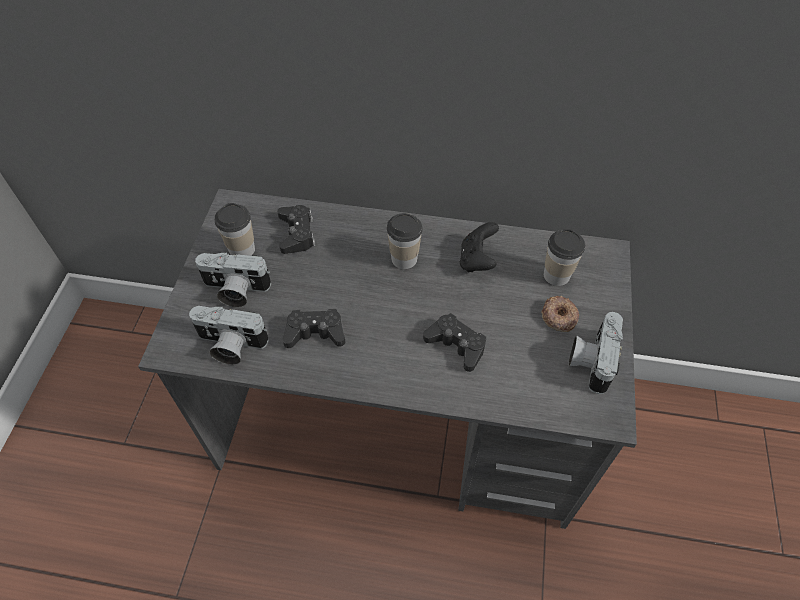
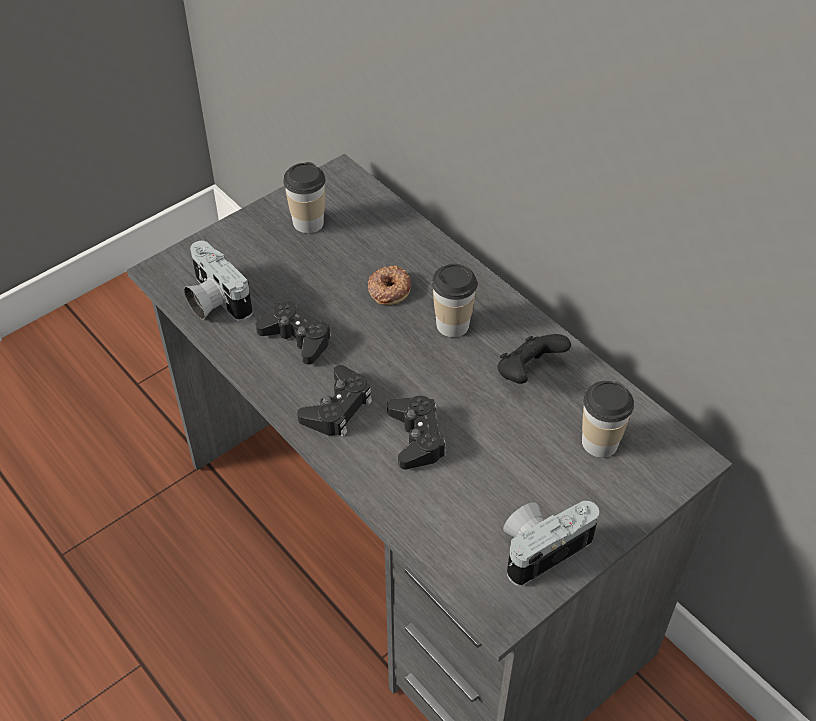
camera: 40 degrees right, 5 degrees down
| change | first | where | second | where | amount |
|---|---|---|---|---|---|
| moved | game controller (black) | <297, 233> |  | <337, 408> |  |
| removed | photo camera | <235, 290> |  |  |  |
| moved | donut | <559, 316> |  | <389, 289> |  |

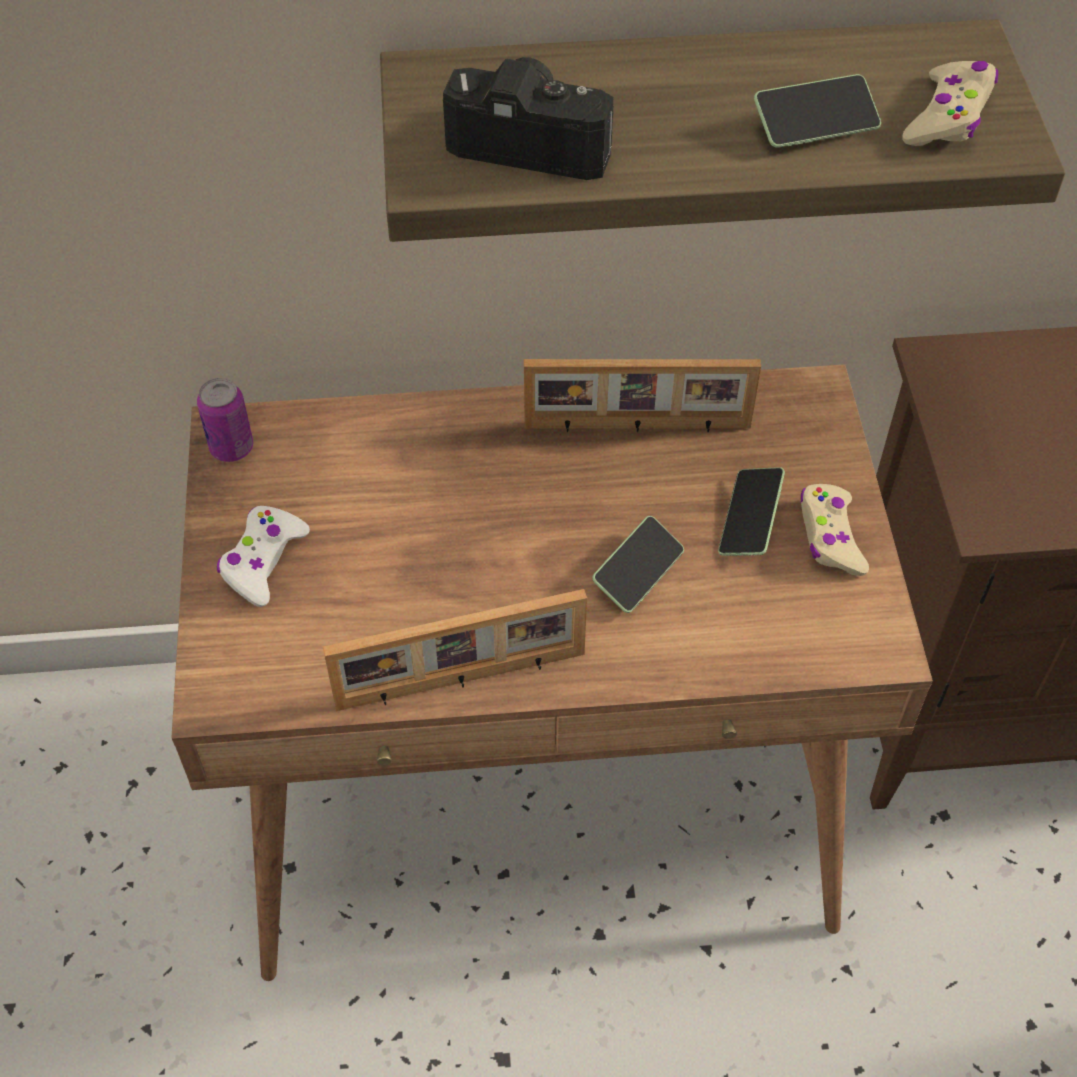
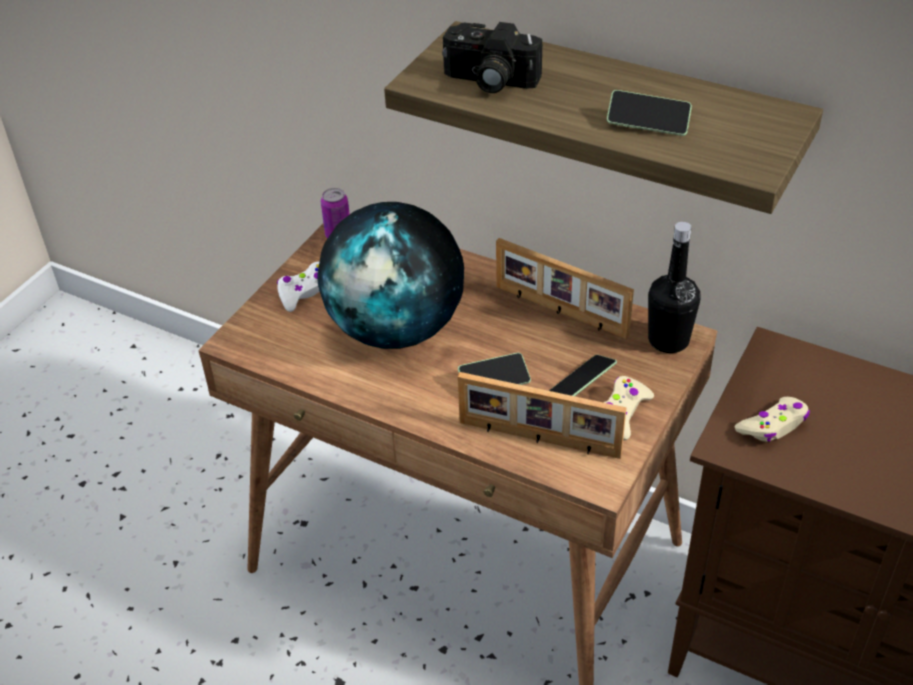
camera: 35 degrees right, 10 degrees down
| change | first | where | second | where | amount |
|---|---|---|---|---|---|
| turned | photo camera | <534, 140> |  | <488, 81> | 150 degrees clockwise |
| moved | game controller (beige) | <948, 116> |  | <773, 426> |  |
| moved | picture frame | <461, 681> |  | <538, 440> |  |
| added |  |  | globe | <396, 329> |  |
| added |  |  | bottle (black) | <668, 340> |  |

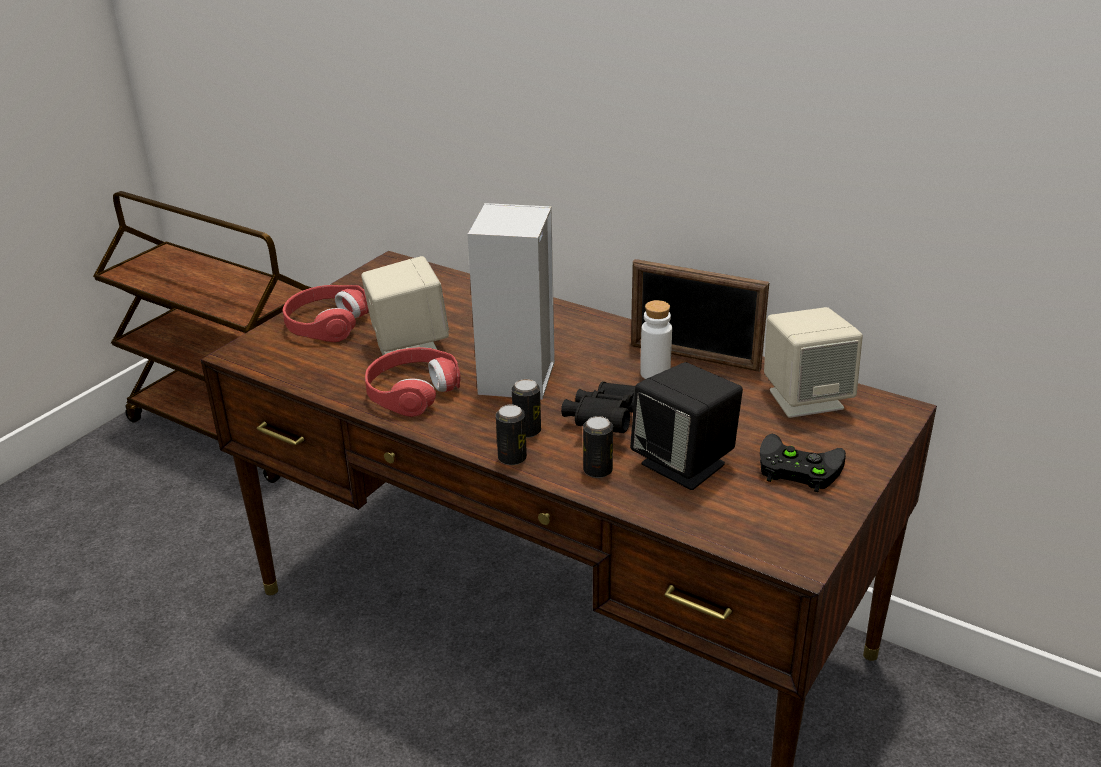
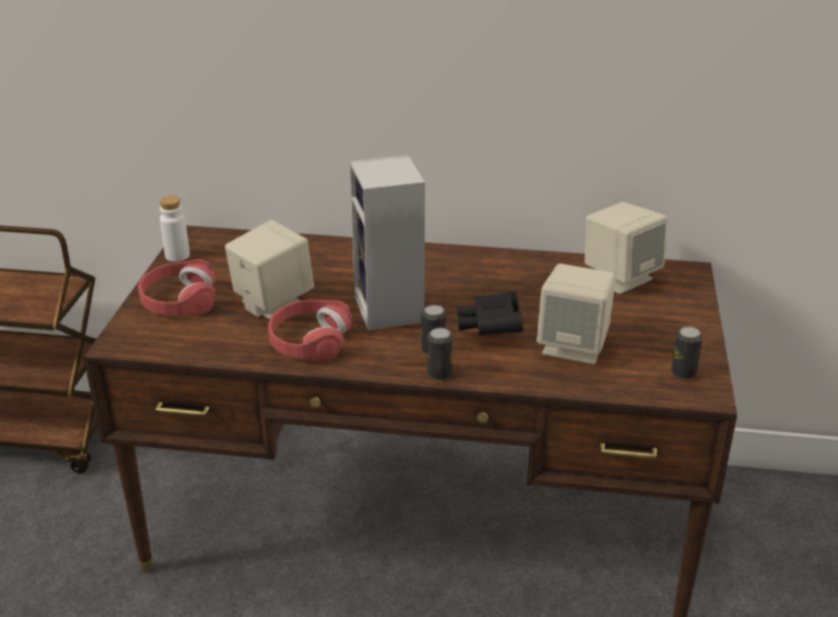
camera: 25 degrees left, 0 degrees up
| change | first | where | second | where | amount |
|---|---|---|---|---|---|
| removed | picture frame | <694, 358> |  |  |  |
| moved | bottle (white) | <655, 373> |  | <177, 256> |  |
| recoloured | speaker (black) | <684, 464> | speaker (beige) | <574, 346> |  |
| moved | can | <598, 470> |  | <683, 373> |  |
| removed | game controller (black) | <795, 468> |  |  |  |

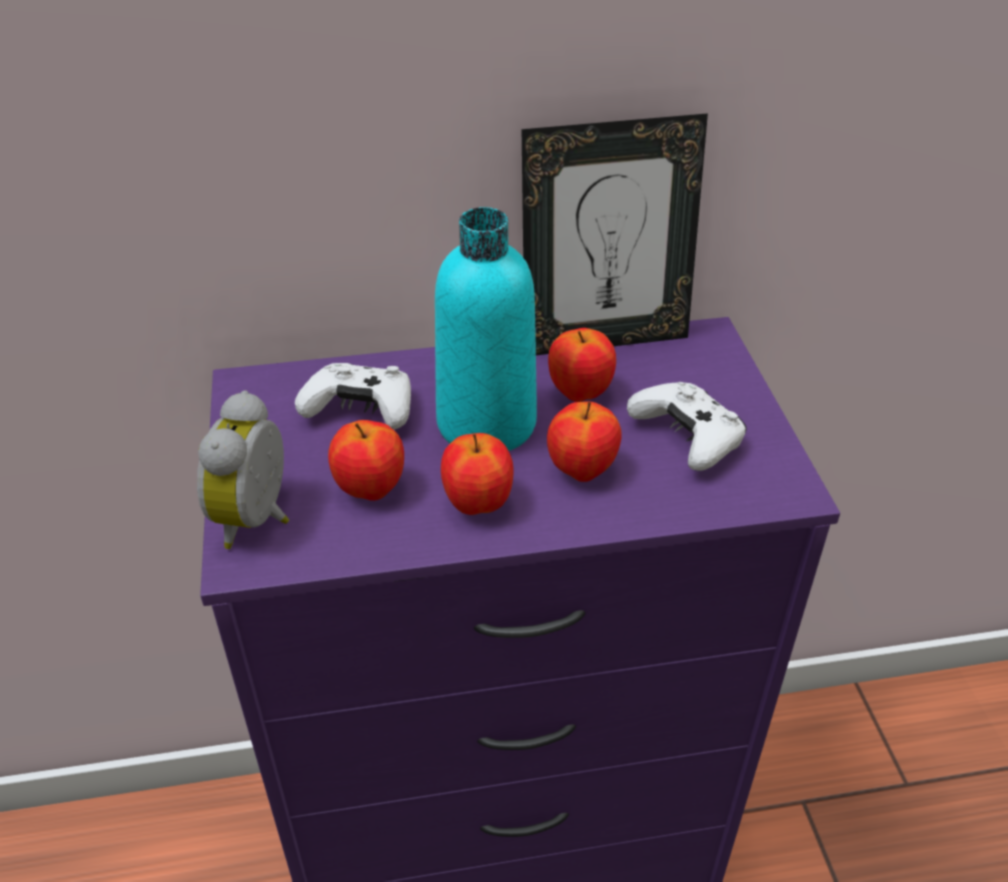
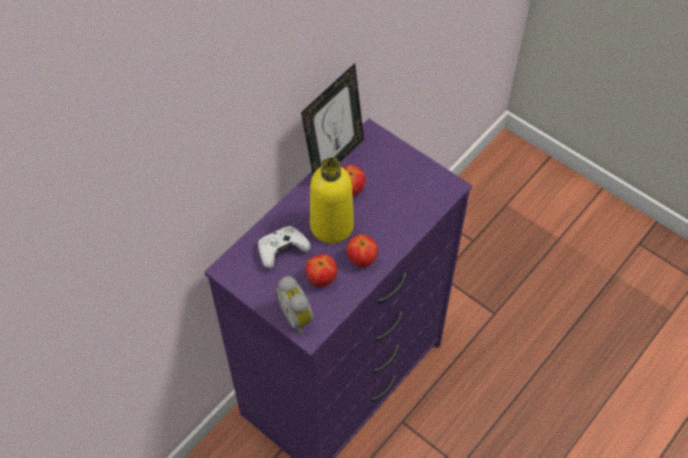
camera: 40 degrees left, 15 degrees up
| change | first | where | second | where | amount |
|---|---|---|---|---|---|
| recoloured | bottle (turquoise) | <486, 423> | bottle (yellow) | <331, 226> |  |
| removed | game controller (white) | <687, 438> |  |  |  |
| removed | apple | <581, 471> |  |  |  |

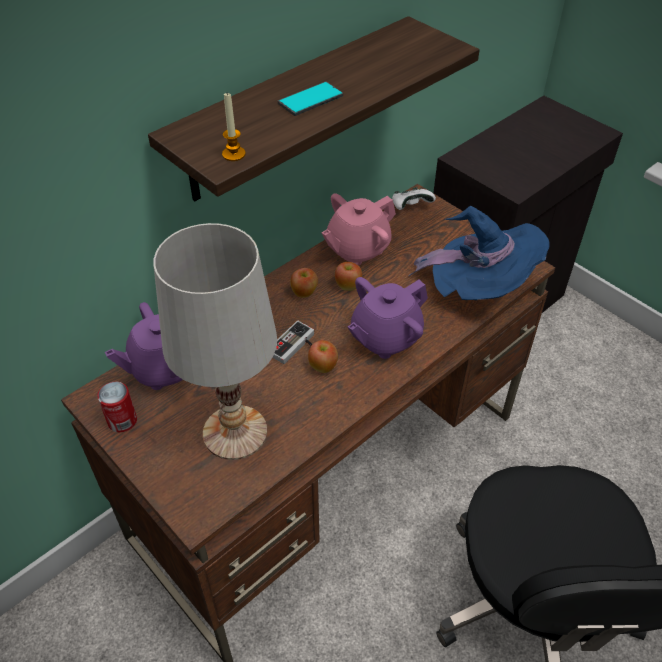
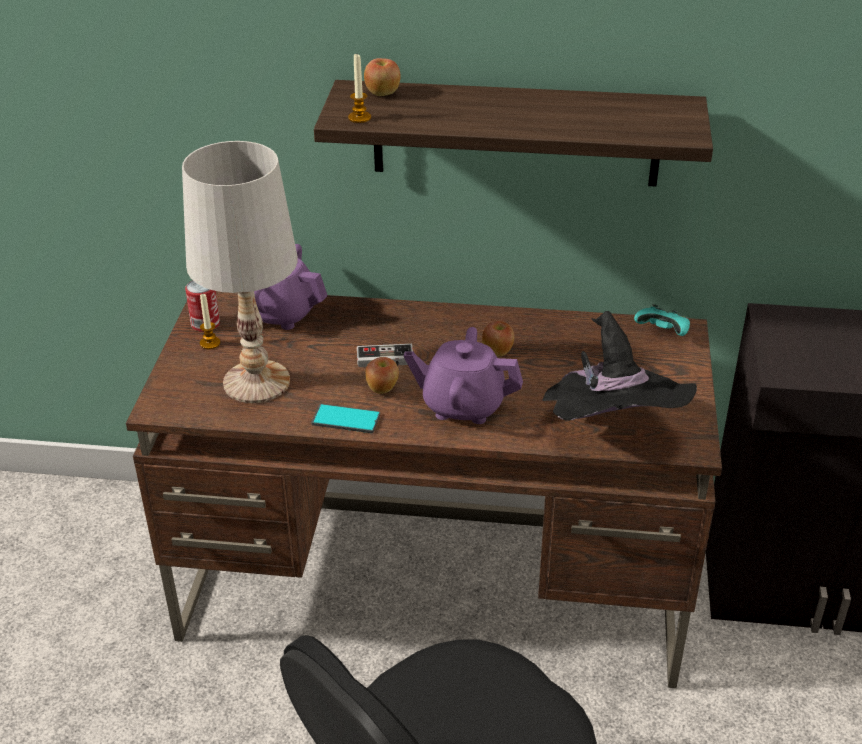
camera: 50 degrees right, 10 degrees down
| change | first | where | second | where | amount |
|---|---|---|---|---|---|
| moved | phone | <310, 100> |  | <346, 419> |  |
| recoloured | game controller (white) | <410, 207> | game controller (turquoise) | <663, 332> |  |
| removed | teapot (pink) | <357, 249> |  |  |  |
| recoloured | hat (blue) | <479, 288> | hat (black) | <610, 430> |  |
| moved | apple | <304, 293> |  | <382, 93> |  |
| added |  |  | candle | <210, 343> |  |

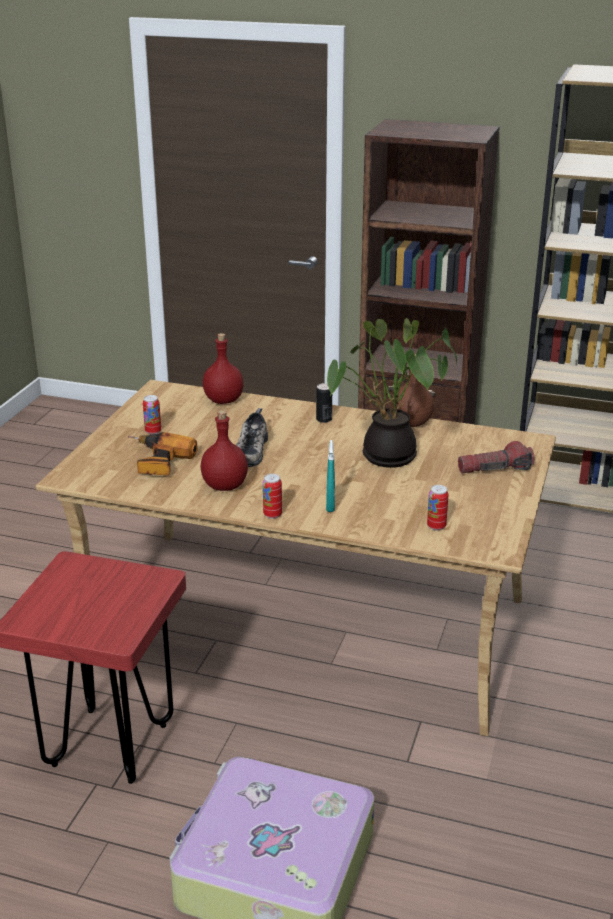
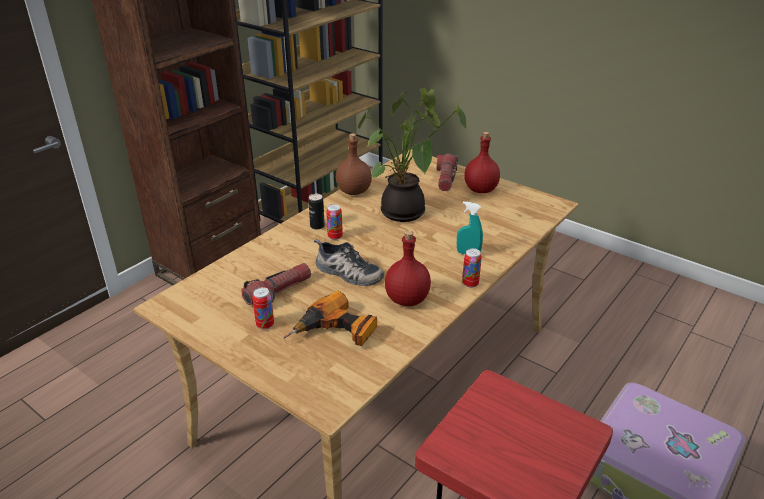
camera: 70 degrees left, 5 degrees up
| change | first | where | second | where | amount |
|---|---|---|---|---|---|
| moved | bottle (red) | <224, 400> |  | <480, 189> |  |
| moved | can | <436, 526> |  | <335, 237> |  |
| added |  |  | flashlight | <278, 292> |  |

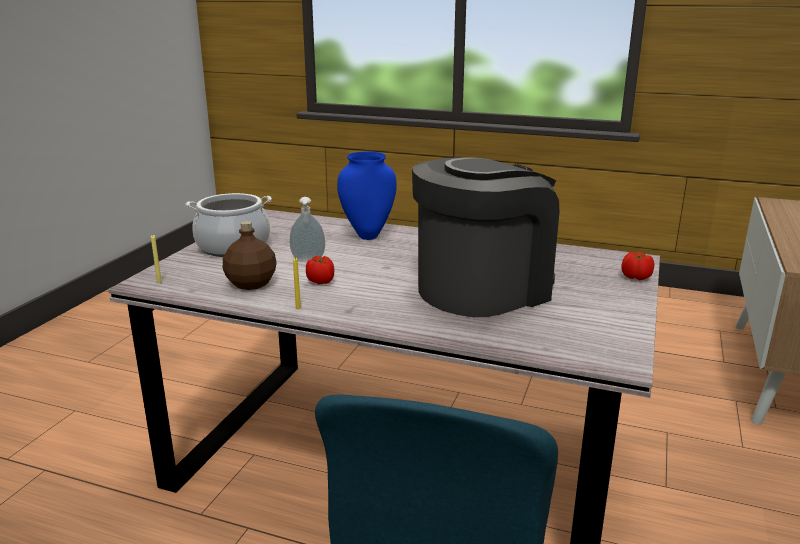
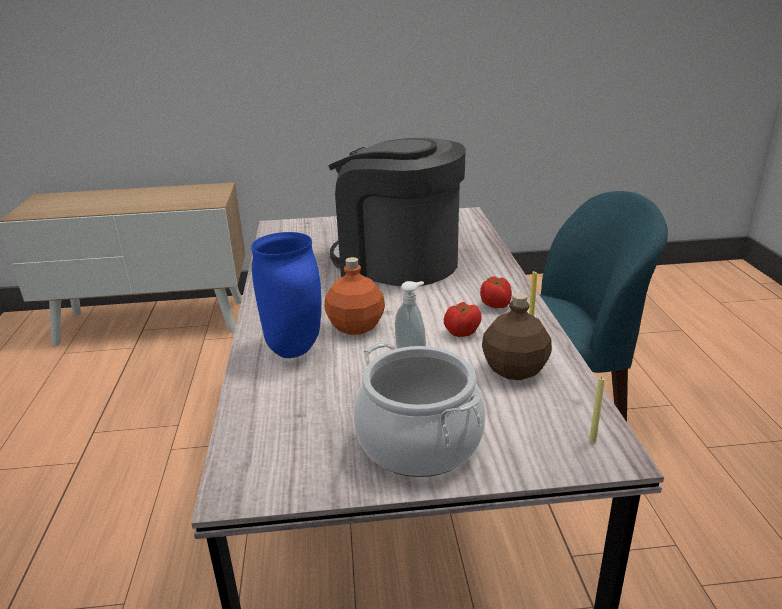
camera: 115 degrees left, 5 degrees up
| change | first | where | second | where | amount |
|---|---|---|---|---|---|
| moved | tomato | <636, 278> |  | <495, 305> |  |
| added |  |  | bottle (orange) | <356, 326> |  |

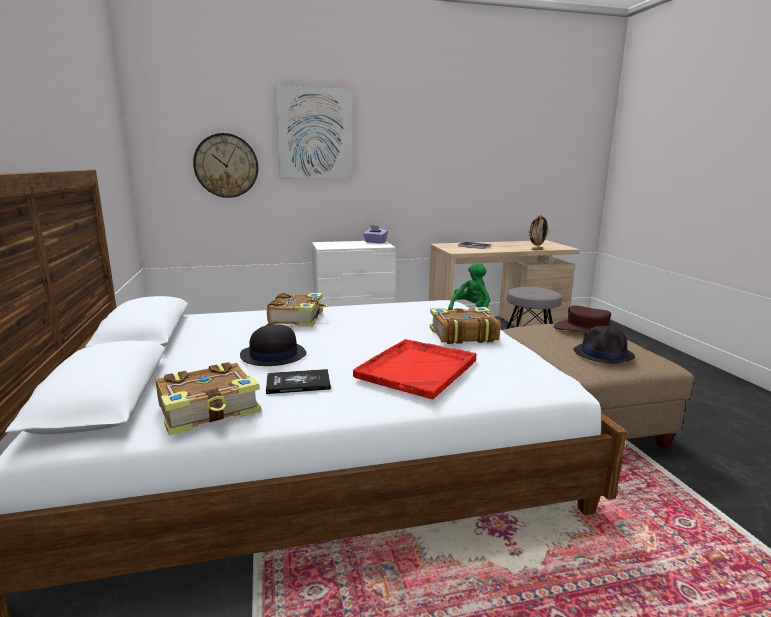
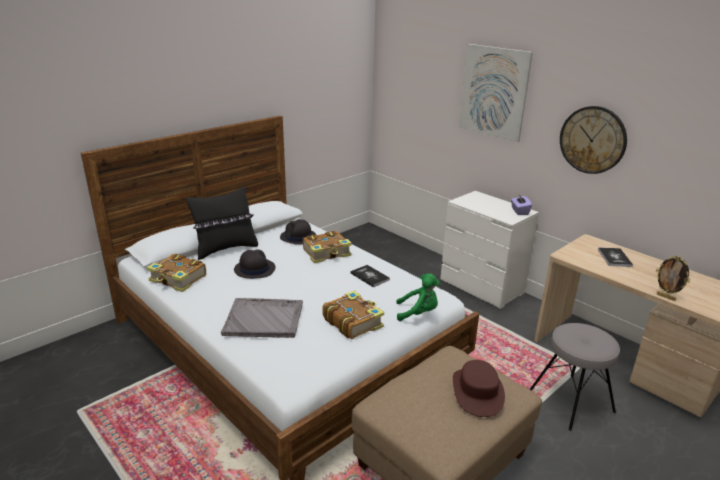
camera: 60 degrees right, 10 degrees up
| change | first | where | second | where | amount |
|---|---|---|---|---|---|
| moved | wall clock | <226, 165> |  | <592, 140> |  |
| moved | hat (black) | <603, 354> |  | <298, 237> |  |
| recoloured | tray (red) | <418, 368> | tray (grey) | <264, 319> |  |
| moved | book | <298, 383> |  | <370, 276> |  |
| added |  |  | pillow (black) | <226, 249> |  |

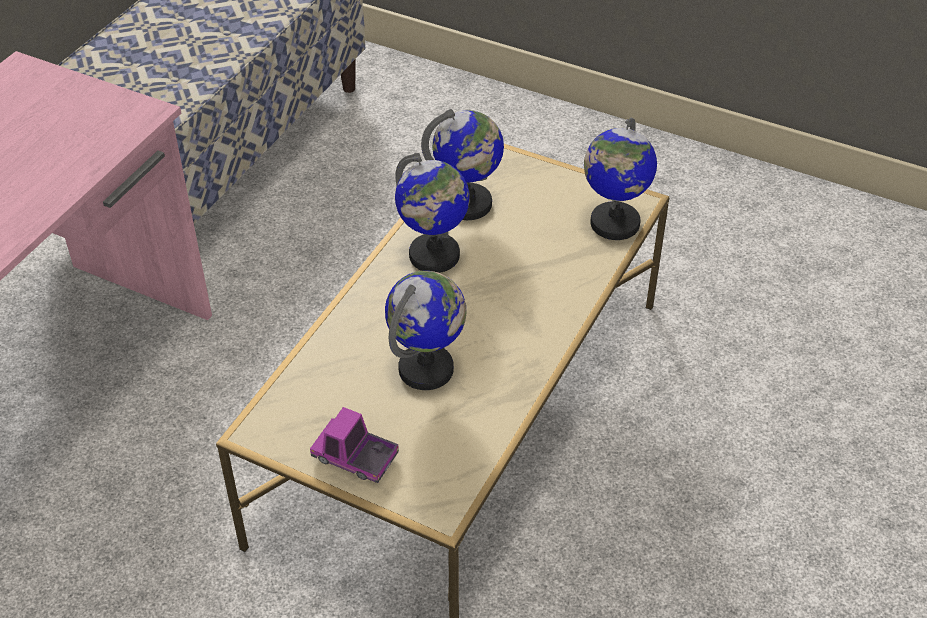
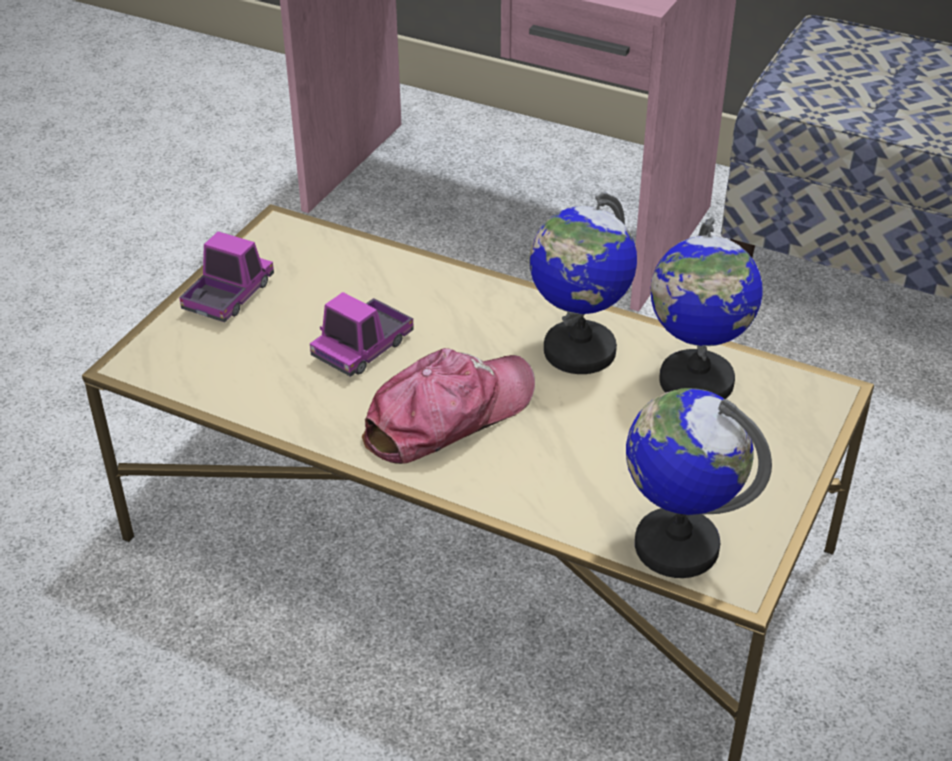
camera: 90 degrees right, 5 degrees down
| change | first | where | second | where | amount |
|---|---|---|---|---|---|
| replaced | globe | <427, 369> | toy truck | <363, 348> |  |
| added |  |  | cap | <448, 415> |  |

